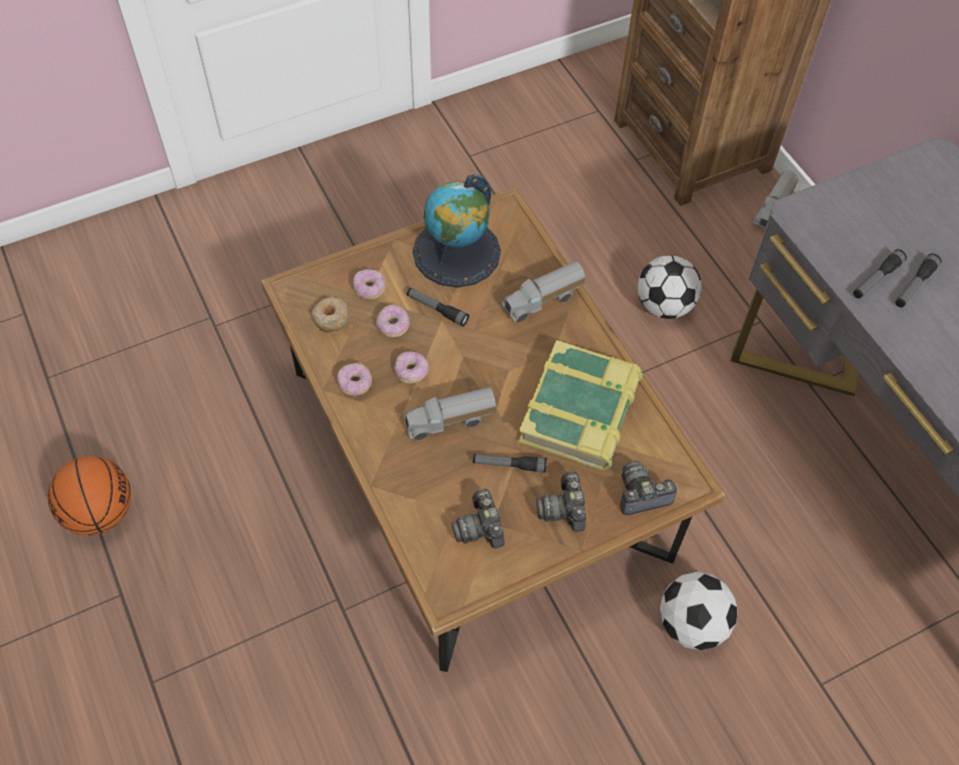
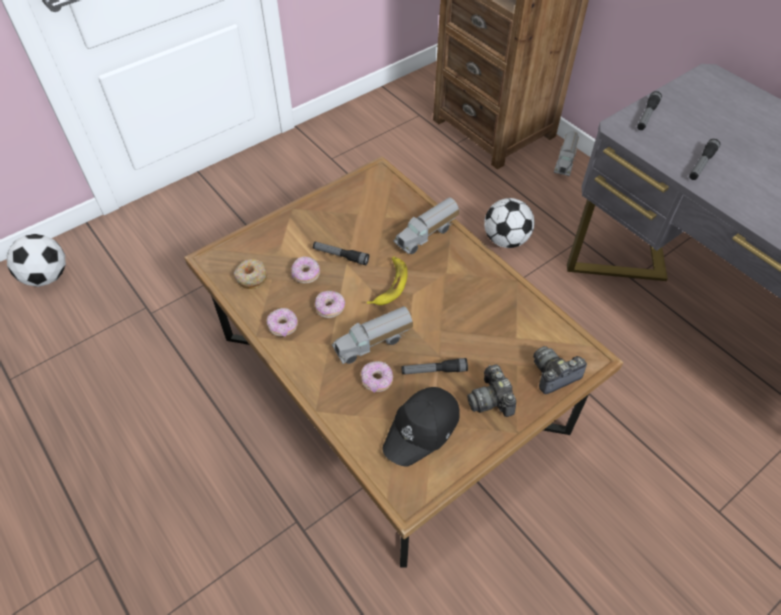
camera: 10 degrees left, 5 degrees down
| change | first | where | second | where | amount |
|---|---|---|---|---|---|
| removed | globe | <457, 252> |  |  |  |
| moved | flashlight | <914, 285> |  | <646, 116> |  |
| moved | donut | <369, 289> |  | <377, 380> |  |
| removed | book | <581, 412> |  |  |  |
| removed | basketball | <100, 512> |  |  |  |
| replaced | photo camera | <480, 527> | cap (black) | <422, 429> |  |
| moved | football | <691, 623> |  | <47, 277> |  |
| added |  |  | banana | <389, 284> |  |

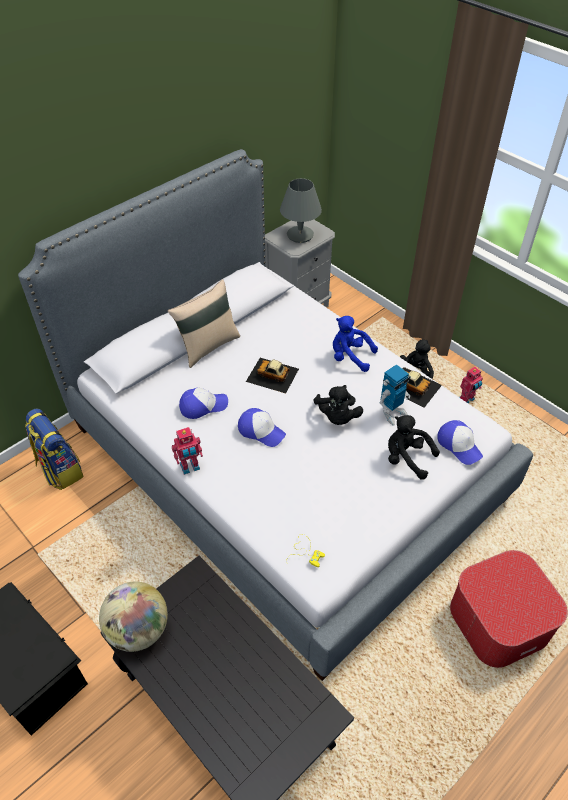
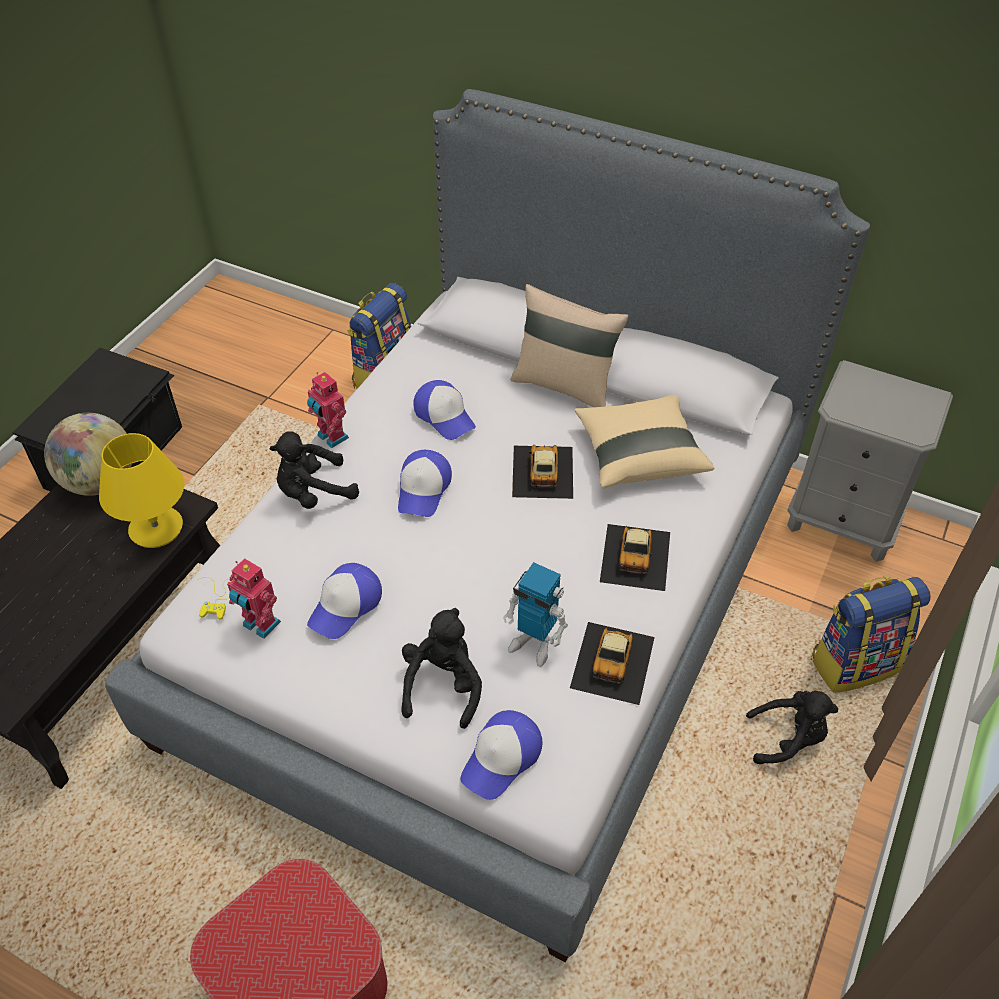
camera: 70 degrees right, 0 degrees up
| change | first | where | second | where | amount |
|---|---|---|---|---|---|
| removed | table lamp (grey) | <300, 235> |  |  |  |
| replaced | plush toy (blue) | <350, 357> | toy car | <636, 556> |  |
| moved | toy robot | <467, 400> |  | <260, 625> |  |
| moved | plush toy (black) | <337, 417> |  | <313, 493> |  |
| added |  |  | pillow (beige) | <639, 455> |  |
| added |  |  | table lamp (yellow) | <157, 529> |  |
| added |  |  | cap | <346, 606> |  |
| added |  |  | backpack | <854, 662> |  |

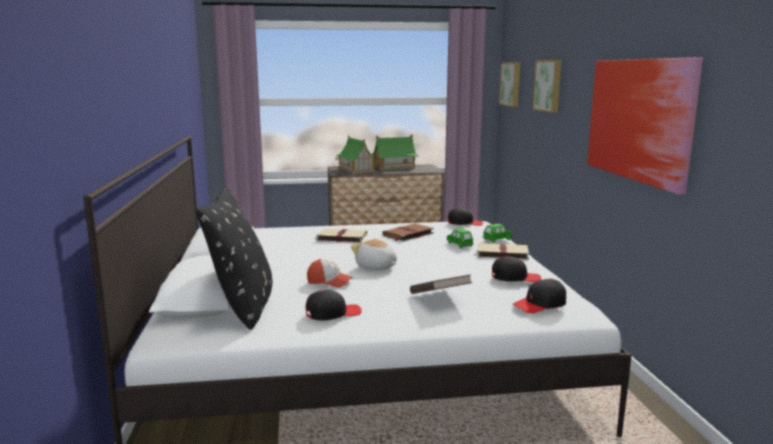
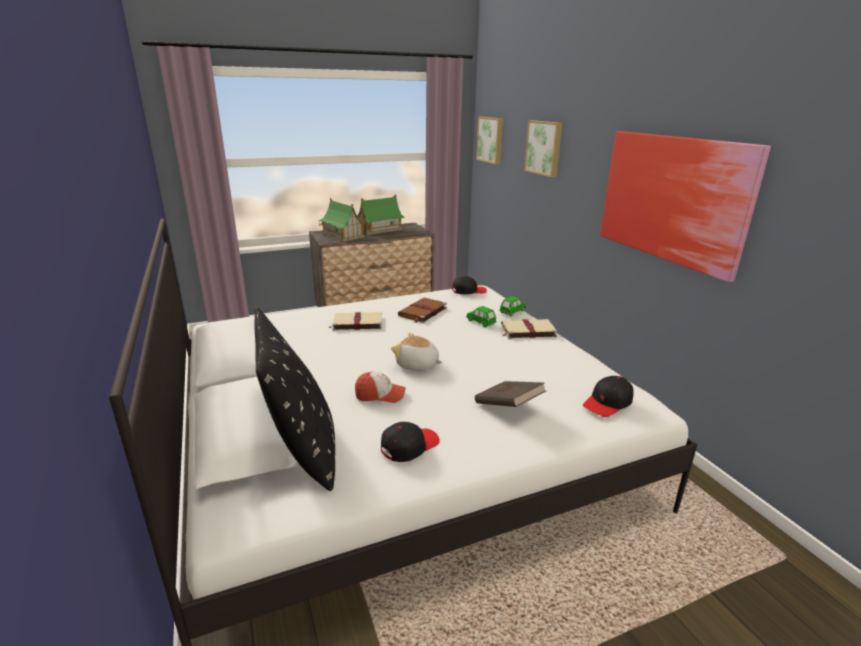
camera: 15 degrees left, 10 degrees up
| change | first | where | second | where | amount |
|---|---|---|---|---|---|
| removed | cap (black) | <515, 278> |  |  |  |

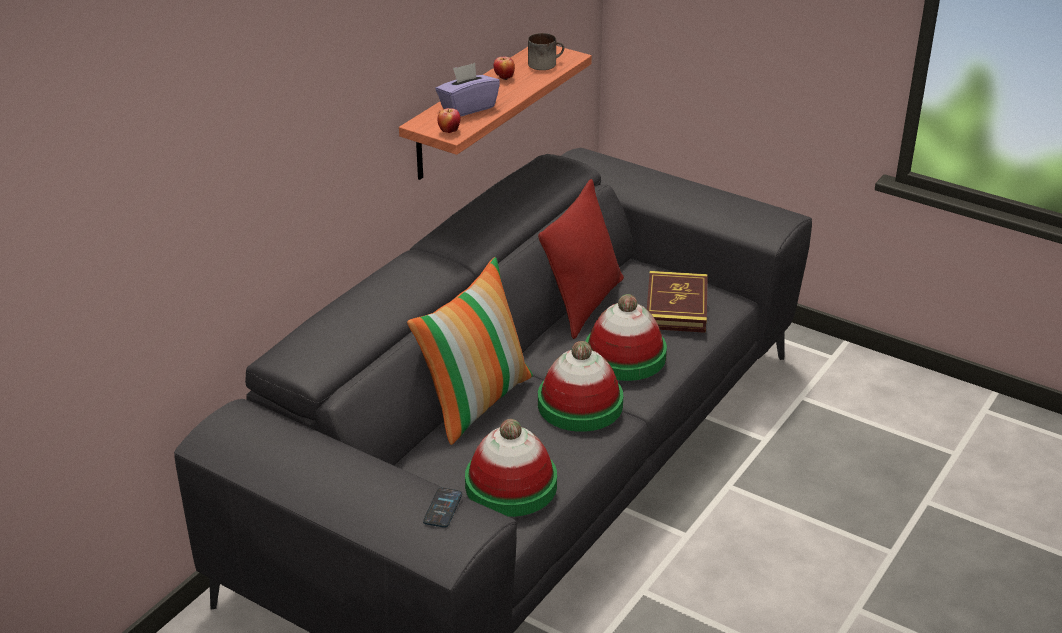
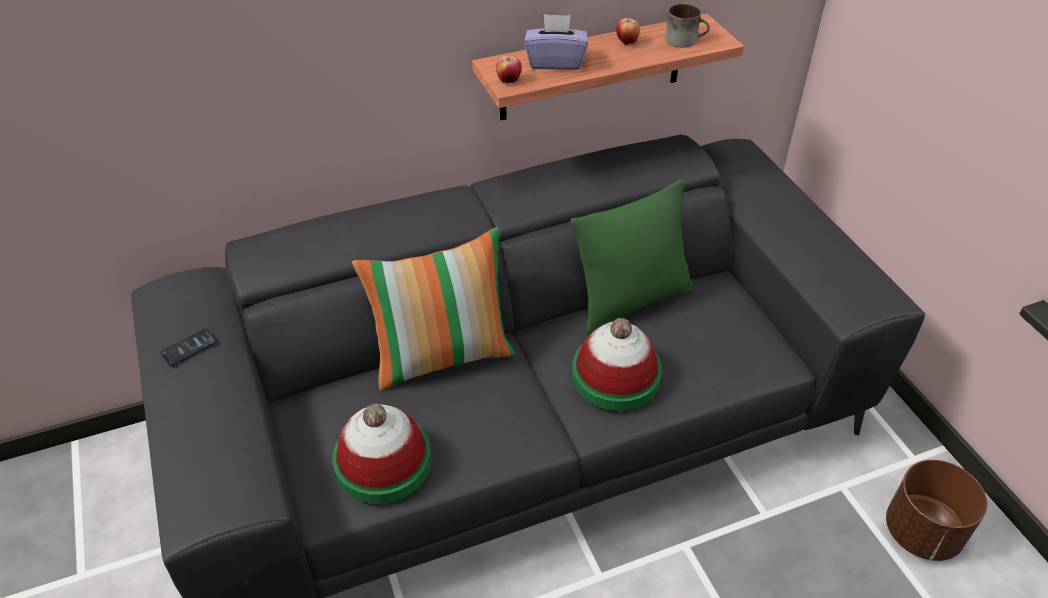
camera: 35 degrees right, 10 degrees up
| change | first | where | second | where | amount |
|---|---|---|---|---|---|
| recoloured | pillow (red) | <583, 304> | pillow (green) | <631, 301> |  |
| removed | book | <676, 306> |  |  |  |
| removed | hat | <580, 404> |  |  |  |
| moved | phone | <443, 508> |  | <189, 348> |  |
| added |  |  | planter (brown) | <920, 532> |  |

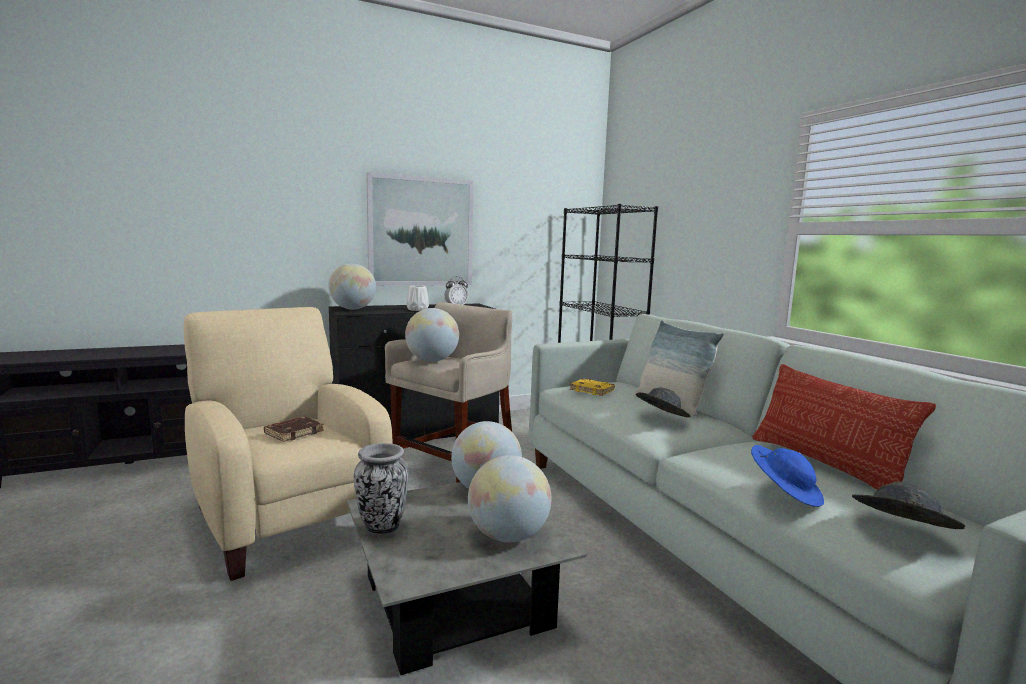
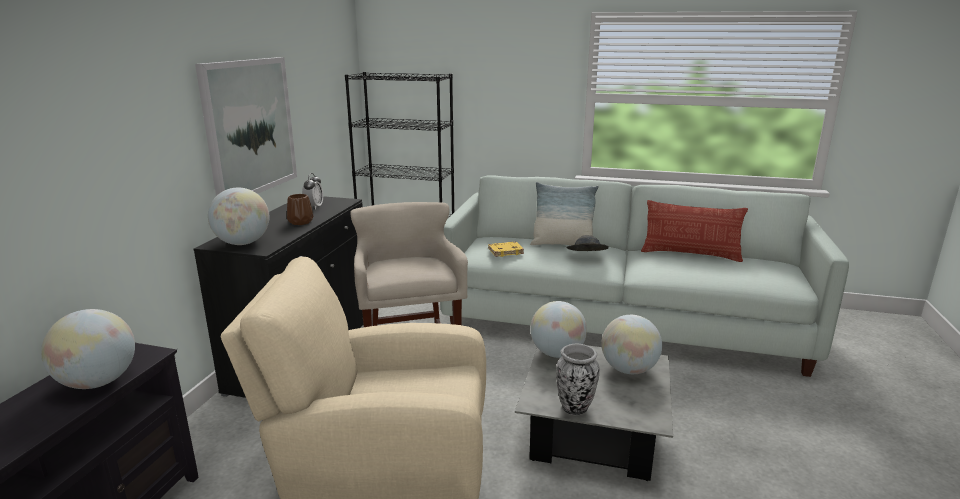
camera: 50 degrees left, 10 degrees up
| change | first | where | second | where | amount |
|---|---|---|---|---|---|
| recoloured | vase (white) | <417, 309> | vase (brown) | <300, 222> |  |
| moved | globe | <432, 361> |  | <98, 382> |  |
| removed | book (brown) | <294, 432> |  |  |  |
| removed | hat (blue) | <784, 493> |  |  |  |
| removed | hat (grey) | <900, 531> |  |  |  |

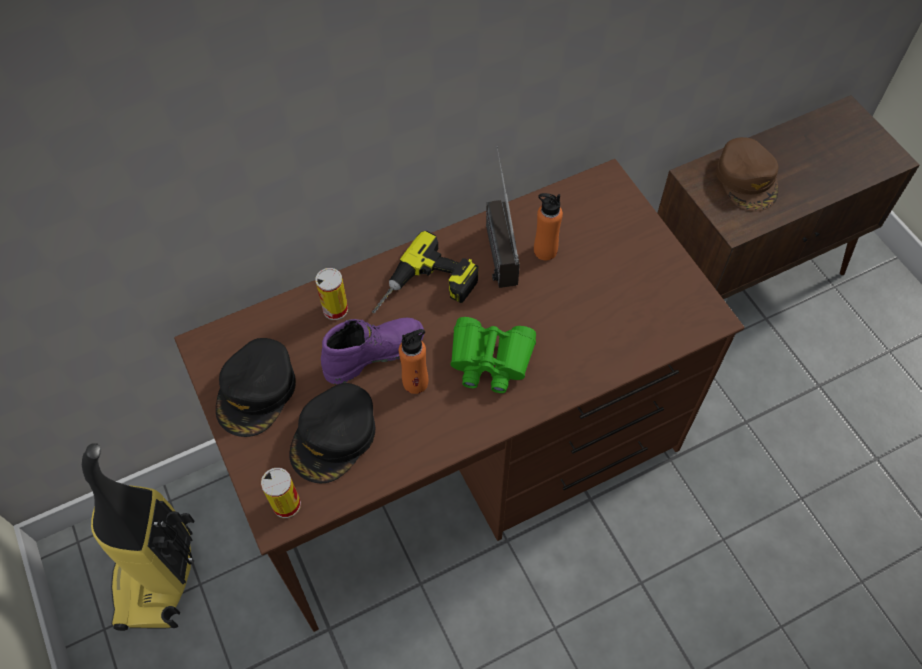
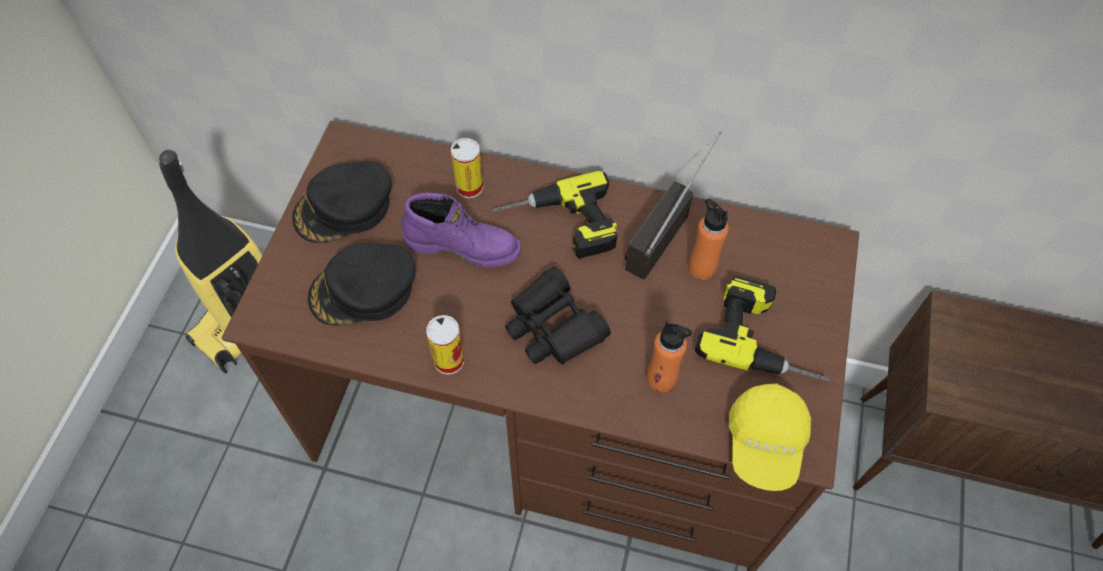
camera: 40 degrees right, 0 degrees up
| change | first | where | second | where | amount |
|---|---|---|---|---|---|
| removed | cap (brown) | <747, 179> |  |  |  |
| recoloured | binoculars (green) | <490, 360> | binoculars (black) | <553, 326> |  |
| moved | bottle (orange) | <415, 382> |  | <661, 378> |  |
| moved | can | <286, 504> |  | <449, 360> |  |
| added |  |  | power drill | <767, 338> |  |
| added |  |  | cap (yellow) | <765, 443> |  |

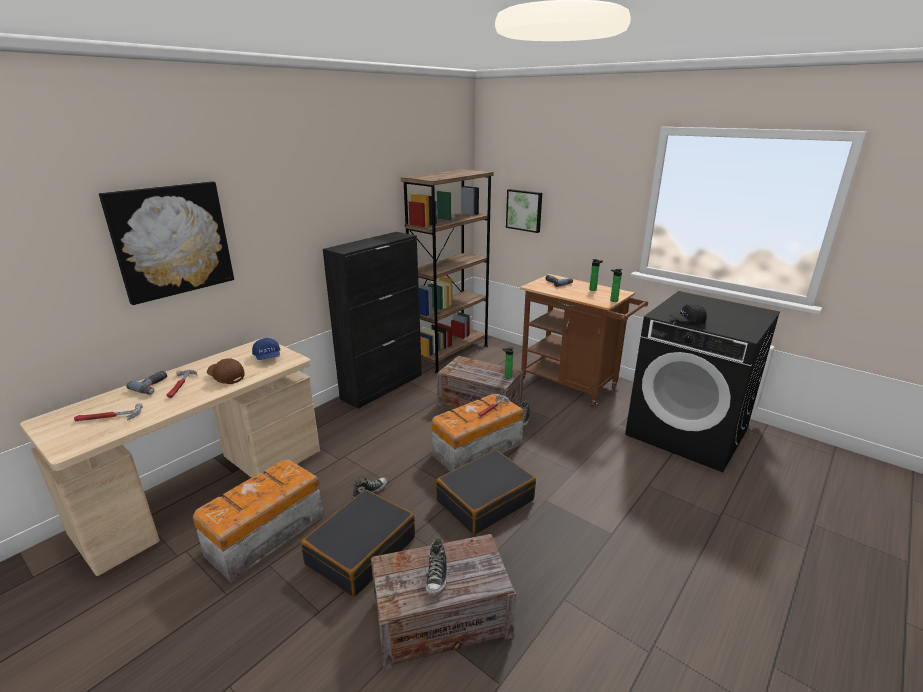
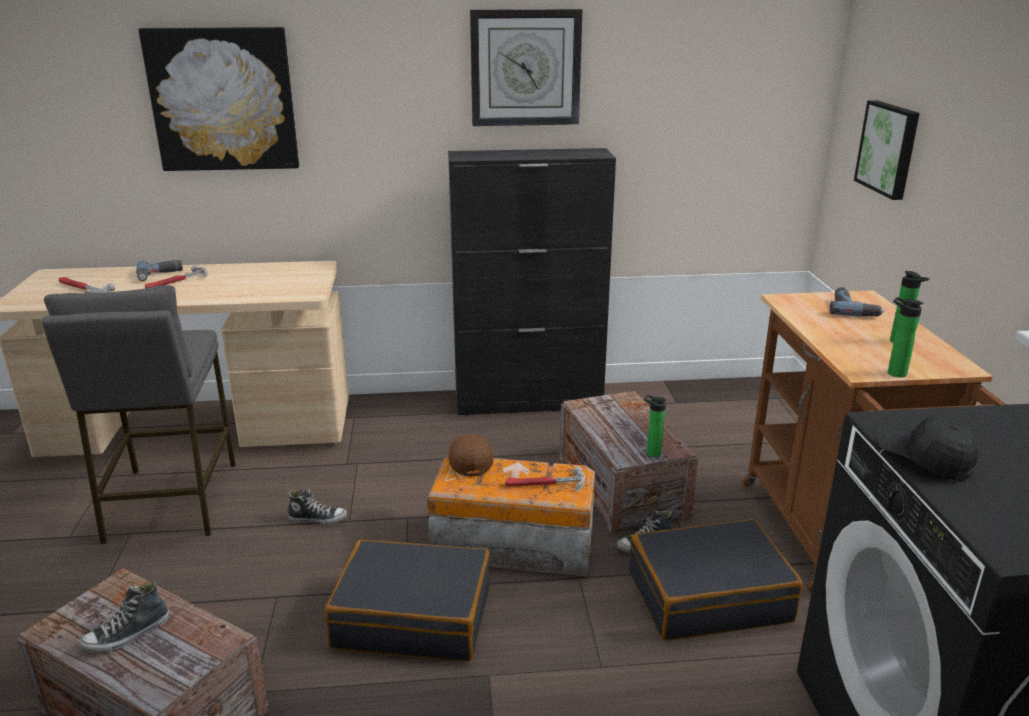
camera: 45 degrees right, 0 degrees up
| change | first | where | second | where | amount |
|---|---|---|---|---|---|
| removed | bookcase (brown) | <450, 353> |  |  |  |
| removed | cap (blue) | <268, 357> |  |  |  |
| moved | cap (brown) | <226, 377> |  | <469, 461> |  |
| replaced | storage box | <263, 535> | stool (grey) | <170, 501> |  |
| moved | suitcase (black) | <361, 550> |  | <708, 596> |  |
| added |  |  | wall clock | <525, 68> |  |

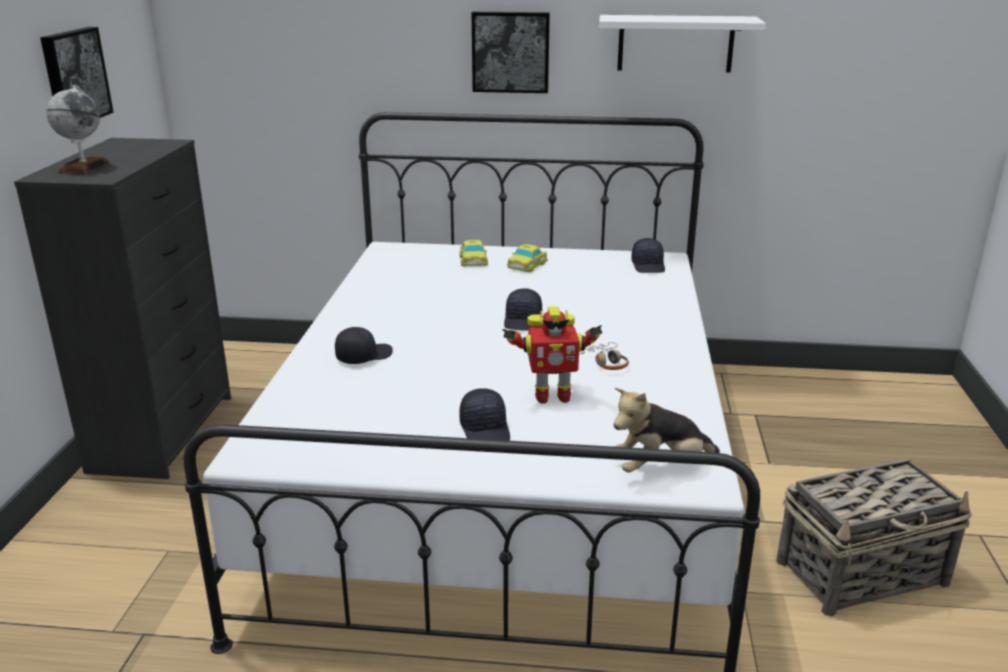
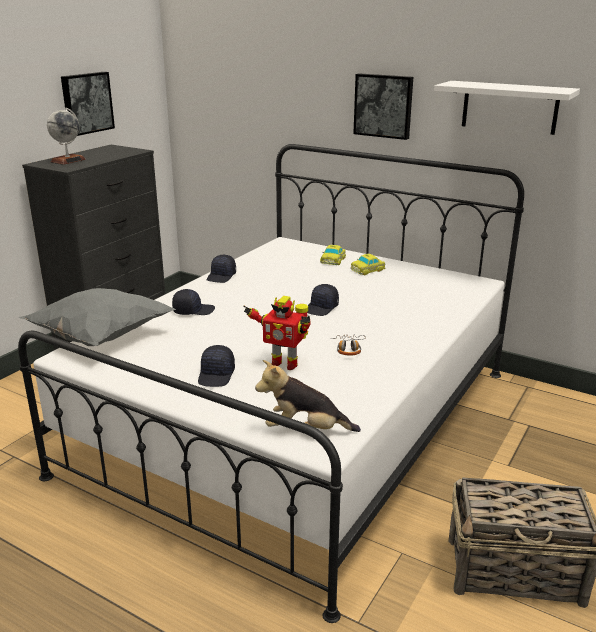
camera: 25 degrees right, 0 degrees up
| change | first | where | second | where | amount |
|---|---|---|---|---|---|
| moved | cap (black) | <649, 266> |  | <222, 276> |  |
| added |  |  | pillow (grey) | <99, 338> |  |

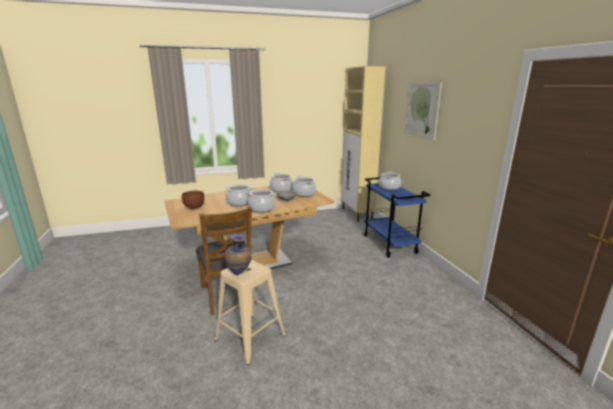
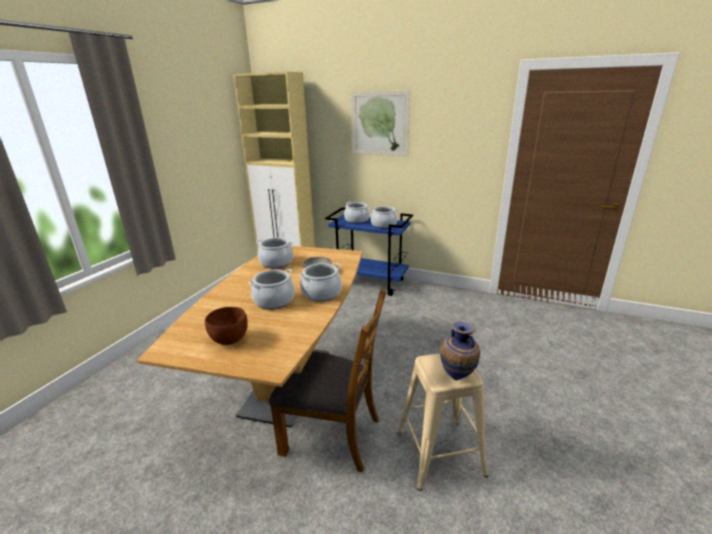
camera: 50 degrees left, 5 degrees up
| change | first | where | second | where | amount |
|---|---|---|---|---|---|
| moved | cooking pot | <304, 194> |  | <383, 225> |  |

